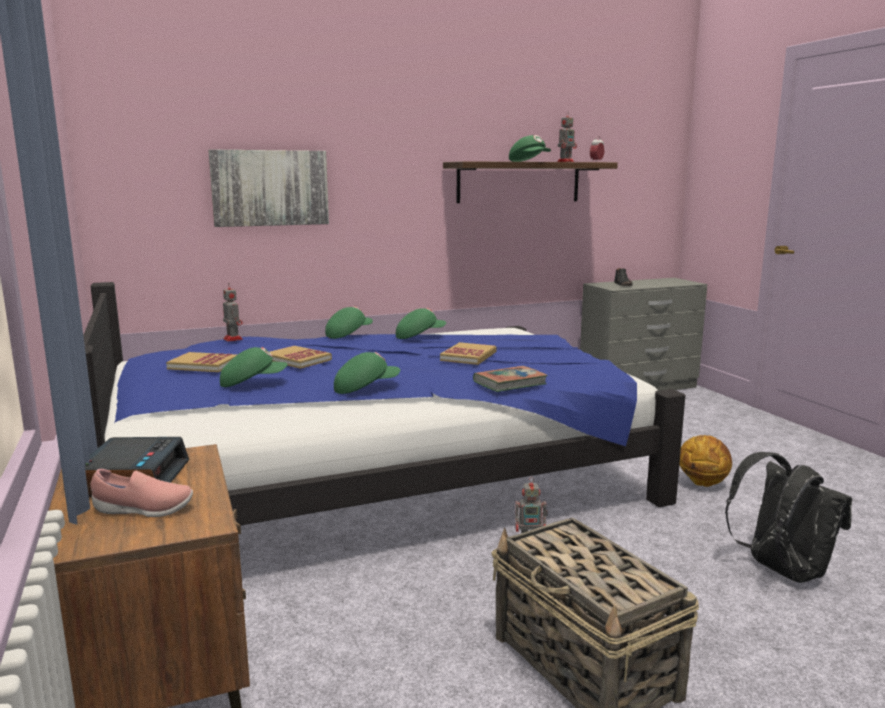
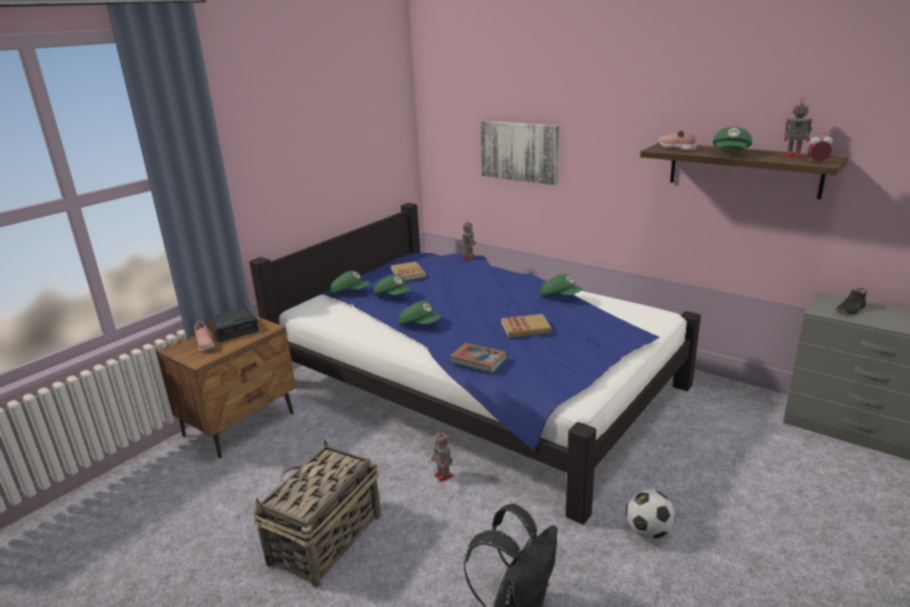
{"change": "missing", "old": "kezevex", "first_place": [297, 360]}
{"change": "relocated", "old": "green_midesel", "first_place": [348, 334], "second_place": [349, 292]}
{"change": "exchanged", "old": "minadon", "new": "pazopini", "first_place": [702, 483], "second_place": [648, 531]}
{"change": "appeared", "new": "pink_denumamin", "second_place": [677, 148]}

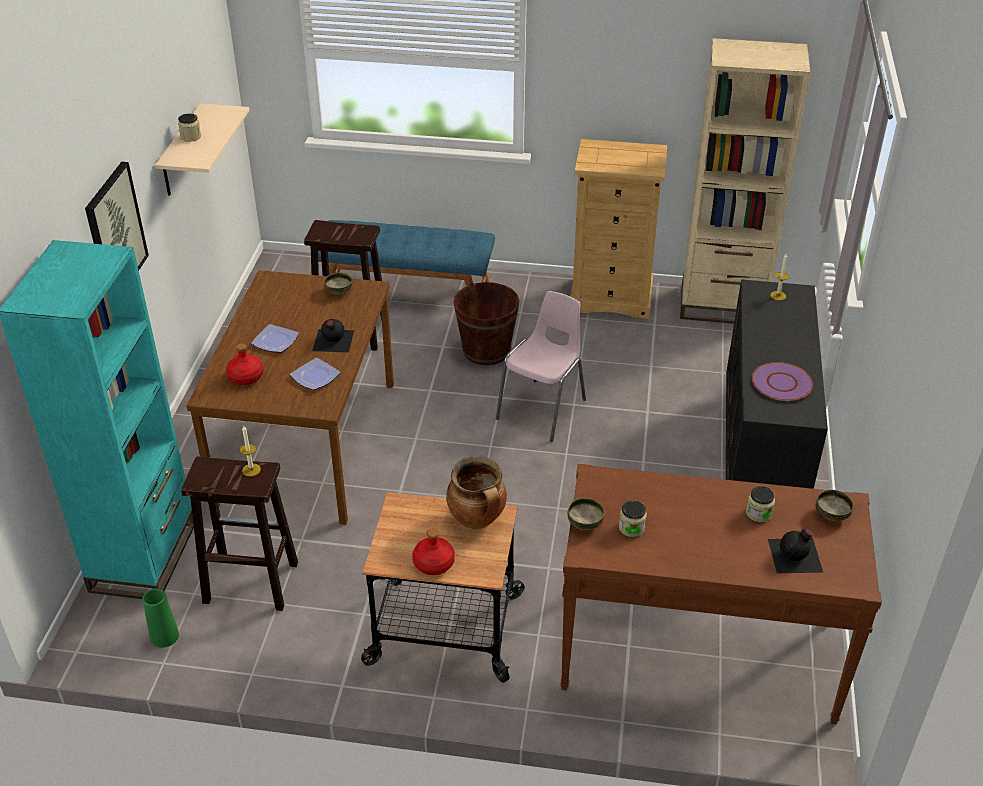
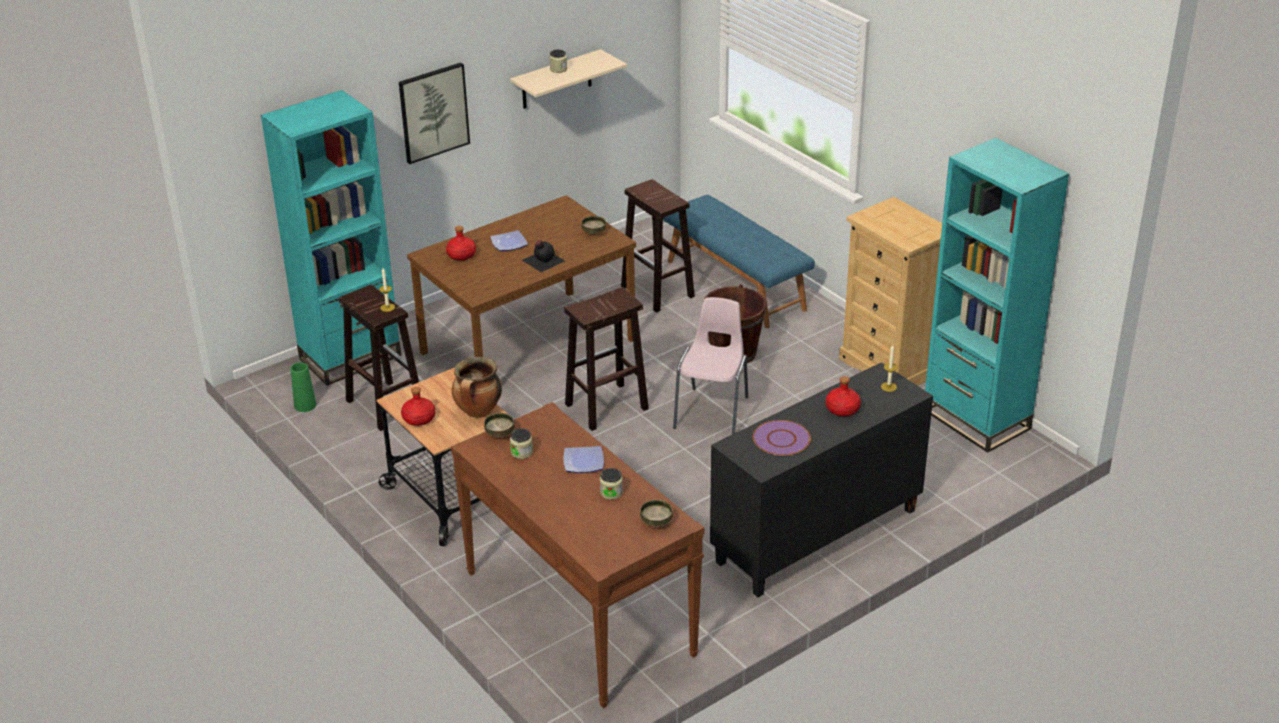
{"change": "relocated", "old": "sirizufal", "first_place": [315, 378], "second_place": [583, 462]}
{"change": "spun", "old": "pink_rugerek", "first_place": [543, 409], "second_place": [713, 412], "degrees": -60}
{"change": "colour", "old": "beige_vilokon", "new": "turquoise_vilokon", "first_place": [722, 306], "second_place": [976, 419]}
{"change": "missing", "old": "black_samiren", "first_place": [796, 556]}
{"change": "appeared", "new": "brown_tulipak", "second_place": [605, 407]}
{"change": "appeared", "new": "red_samiren", "second_place": [842, 409]}

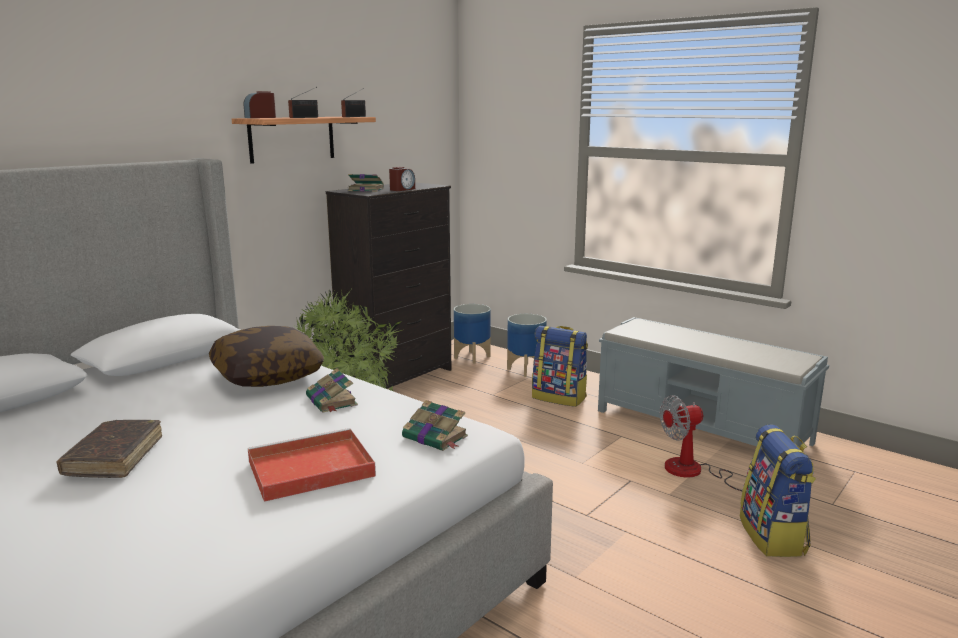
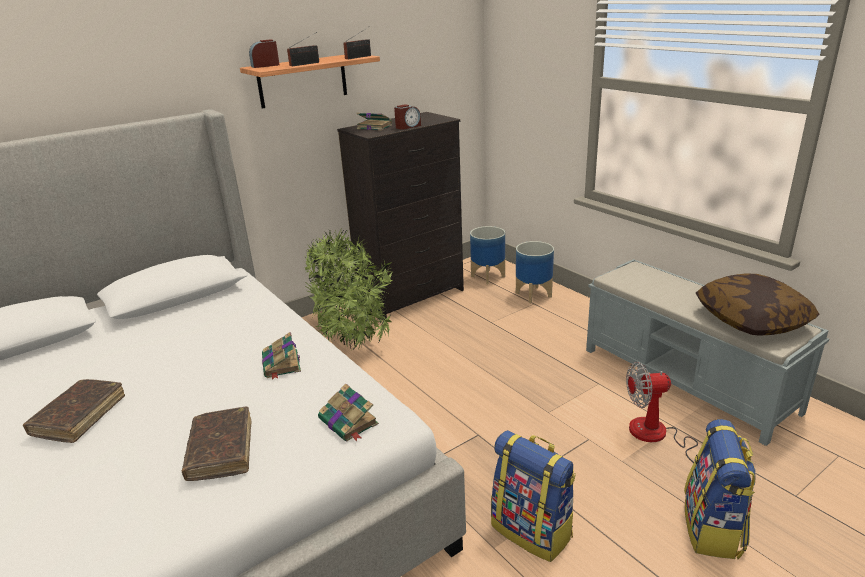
{"change": "relocated", "old": "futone", "first_place": [267, 375], "second_place": [751, 320]}
{"change": "exchanged", "old": "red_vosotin", "new": "brown_kezevex", "first_place": [308, 469], "second_place": [221, 451]}
{"change": "relocated", "old": "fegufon", "first_place": [559, 397], "second_place": [532, 530]}

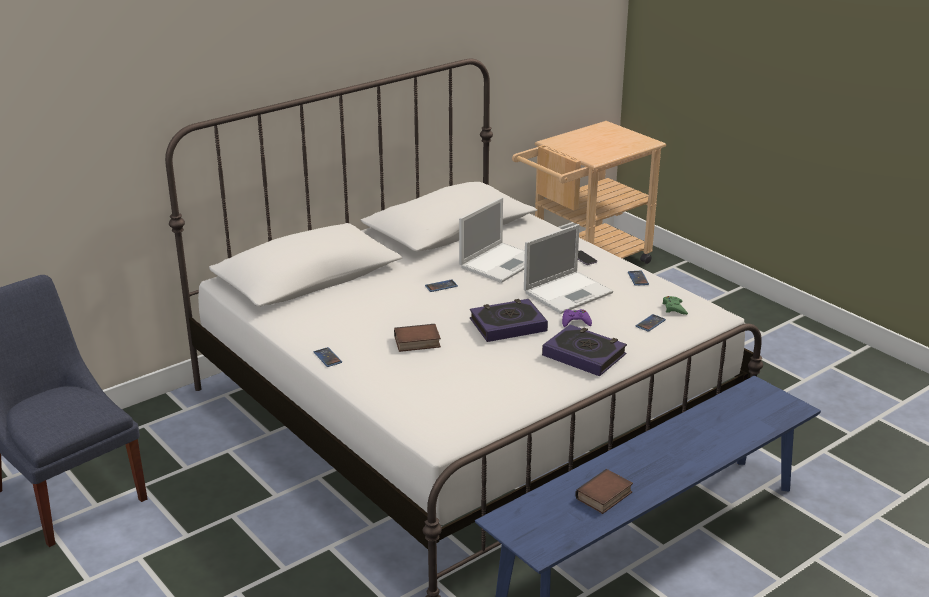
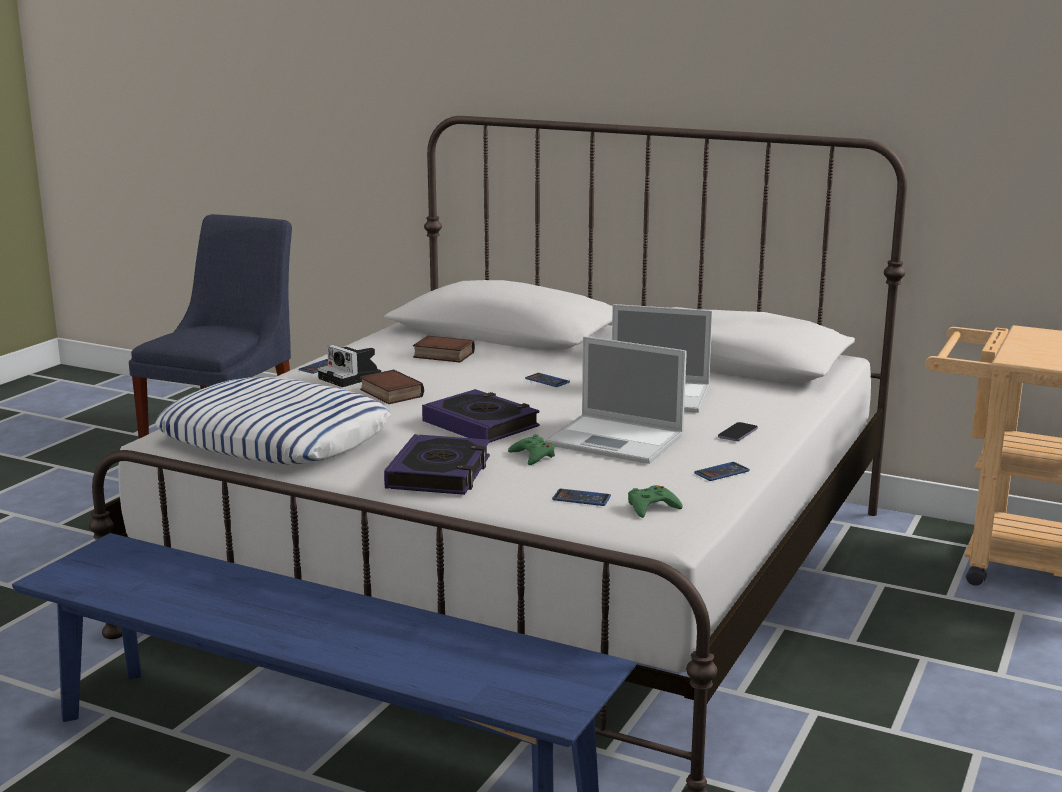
{"change": "colour", "old": "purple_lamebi", "new": "green_lamebi", "first_place": [575, 321], "second_place": [533, 455]}
{"change": "relocated", "old": "kezevex", "first_place": [604, 496], "second_place": [442, 355]}
{"change": "appeared", "new": "futone", "second_place": [276, 437]}
{"change": "appeared", "new": "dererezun", "second_place": [352, 378]}

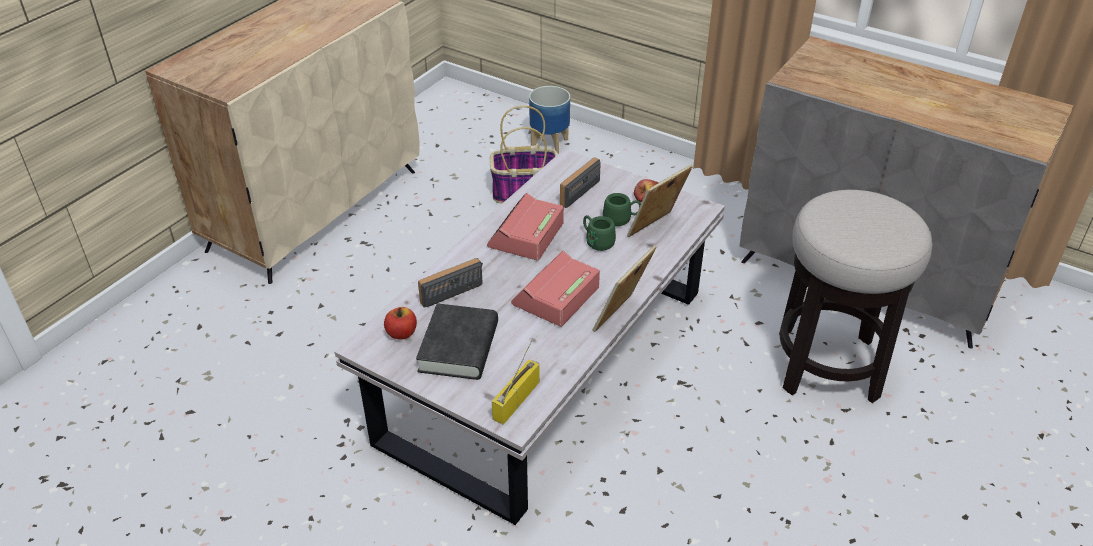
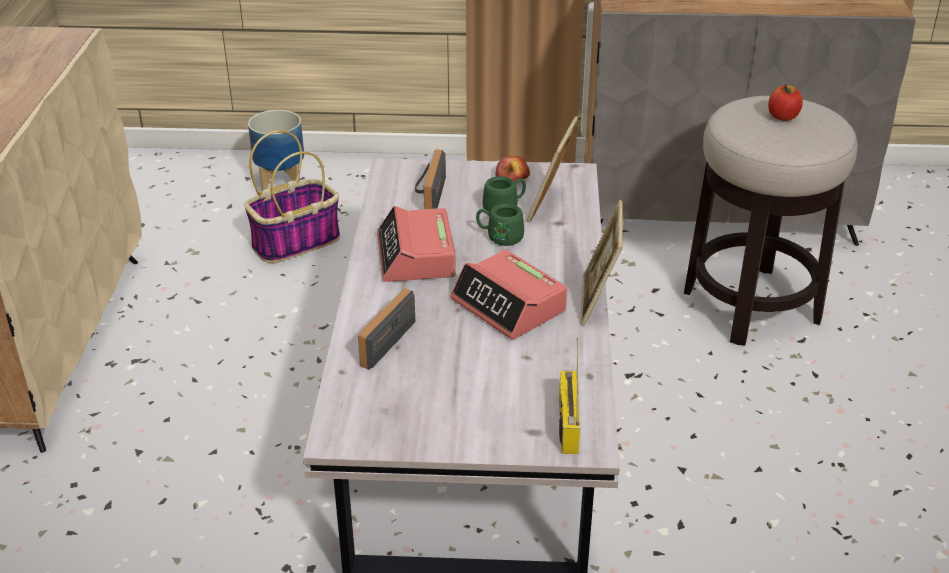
{"change": "relocated", "old": "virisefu", "first_place": [402, 333], "second_place": [783, 117]}
{"change": "missing", "old": "black_kezevex", "first_place": [459, 347]}
{"change": "spun", "old": "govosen", "first_place": [555, 297], "second_place": [509, 306], "degrees": -45}

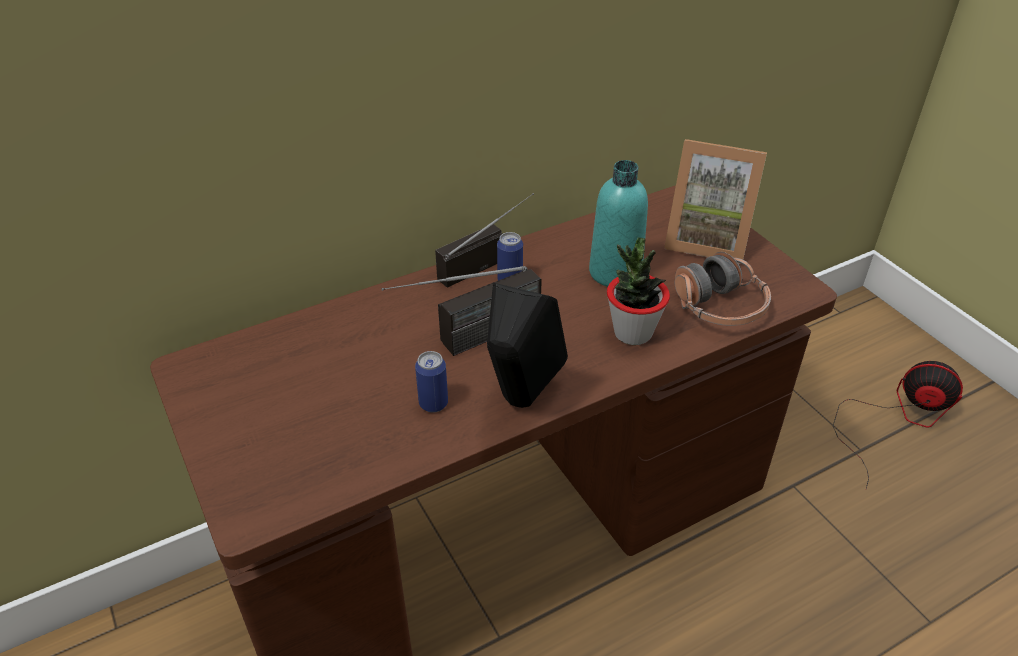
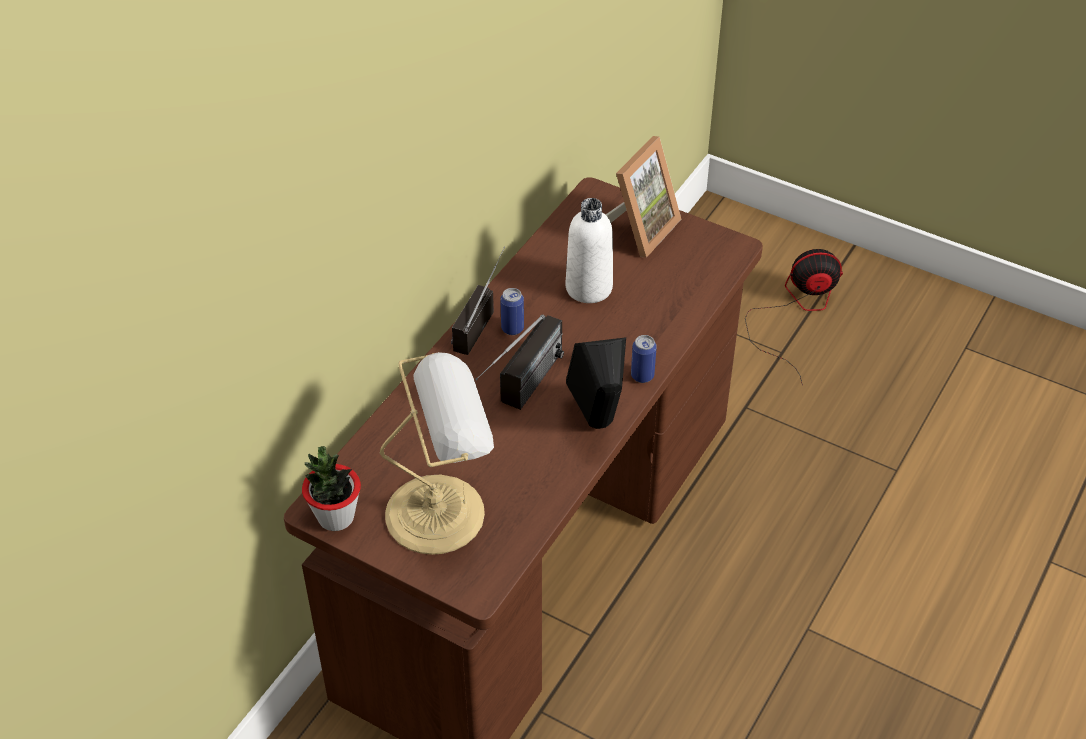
{"change": "relocated", "old": "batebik", "first_place": [433, 403], "second_place": [642, 376]}
{"change": "colour", "old": "turquoise_samiren", "new": "white_samiren", "first_place": [615, 272], "second_place": [589, 288]}
{"change": "relocated", "old": "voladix", "first_place": [632, 333], "second_place": [336, 517]}
{"change": "spun", "old": "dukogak", "first_place": [707, 240], "second_place": [638, 229], "degrees": -45}
{"change": "missing", "old": "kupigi", "first_place": [719, 307]}
{"change": "appeared", "new": "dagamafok", "second_place": [440, 512]}

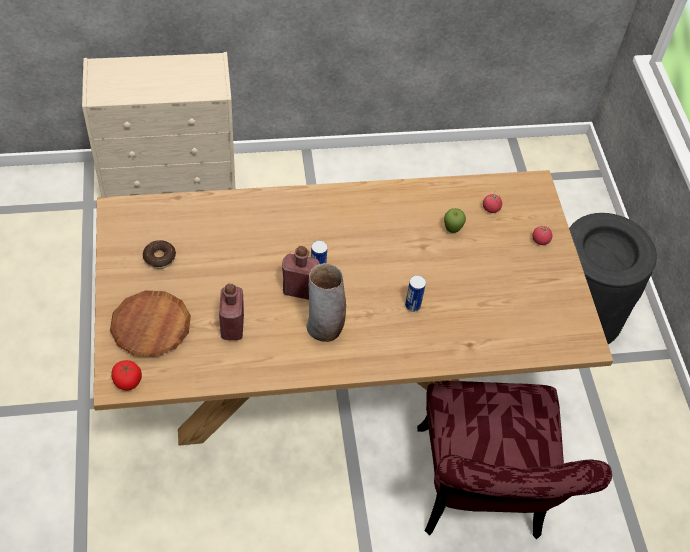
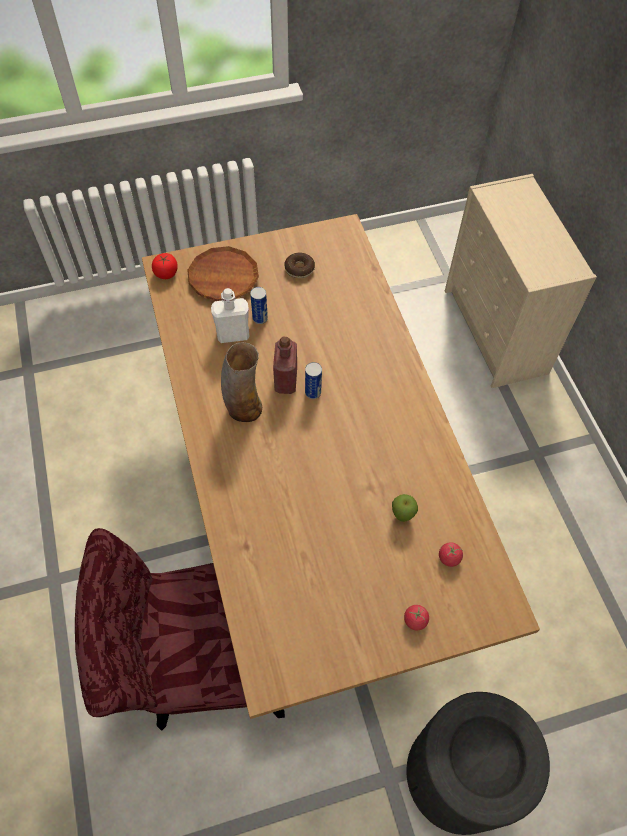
{"change": "colour", "old": "red_samiren", "new": "white_samiren", "first_place": [232, 327], "second_place": [233, 335]}
{"change": "relocated", "old": "batebik", "first_place": [412, 305], "second_place": [260, 318]}

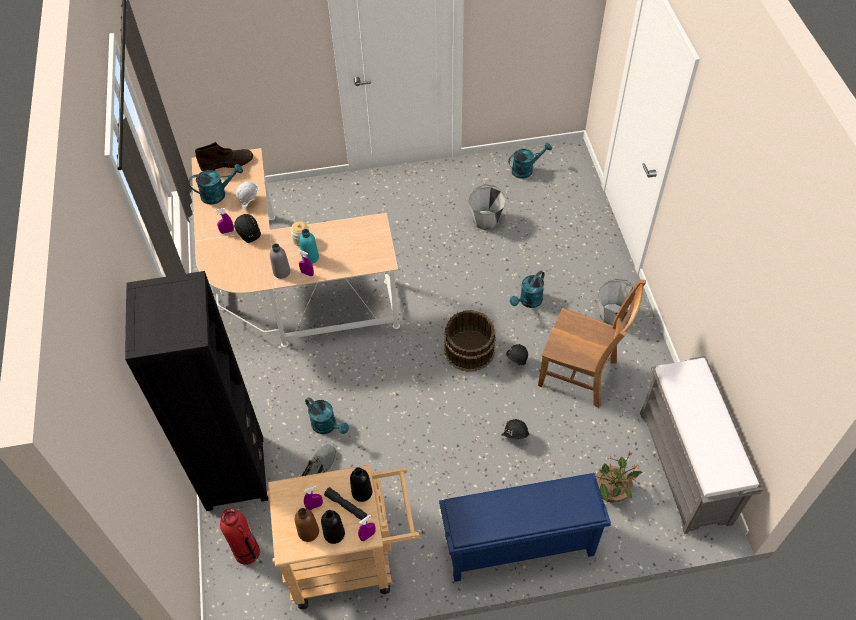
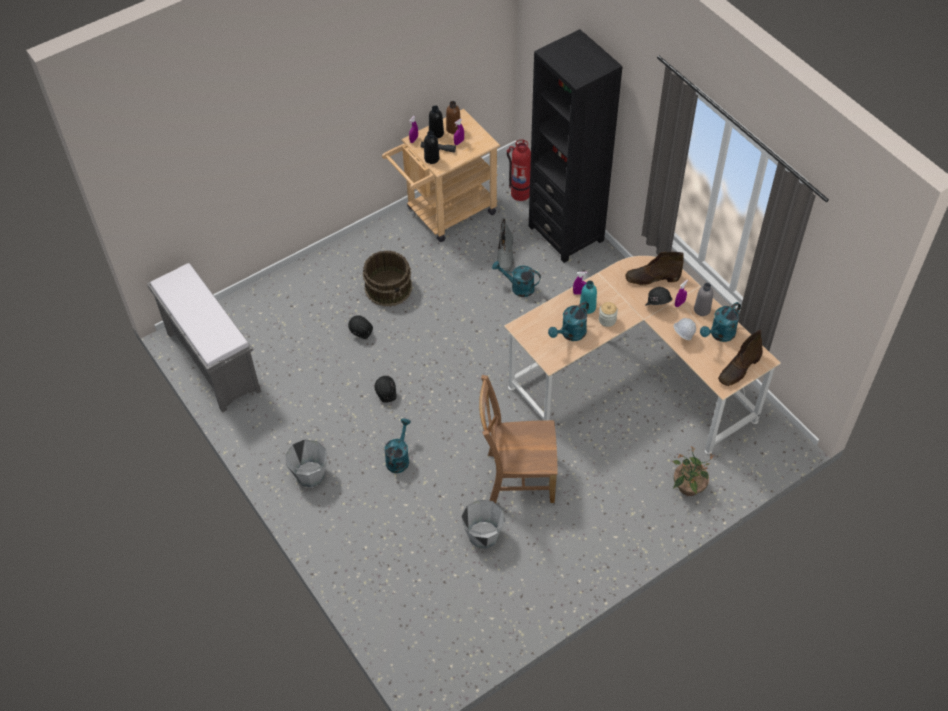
{"change": "relocated", "old": "grey_samiren", "first_place": [281, 272], "second_place": [702, 310]}
{"change": "missing", "old": "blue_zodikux", "first_place": [517, 546]}
{"change": "relocated", "old": "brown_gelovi", "first_place": [468, 349], "second_place": [389, 287]}
{"change": "relocated", "old": "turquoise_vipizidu", "first_place": [526, 169], "second_place": [570, 334]}
{"change": "relocated", "old": "brown_rugerek", "first_place": [581, 375], "second_place": [517, 477]}
{"change": "relocated", "old": "voladix", "first_place": [611, 492], "second_place": [688, 487]}
{"change": "appeared", "new": "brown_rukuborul", "second_place": [652, 278]}

